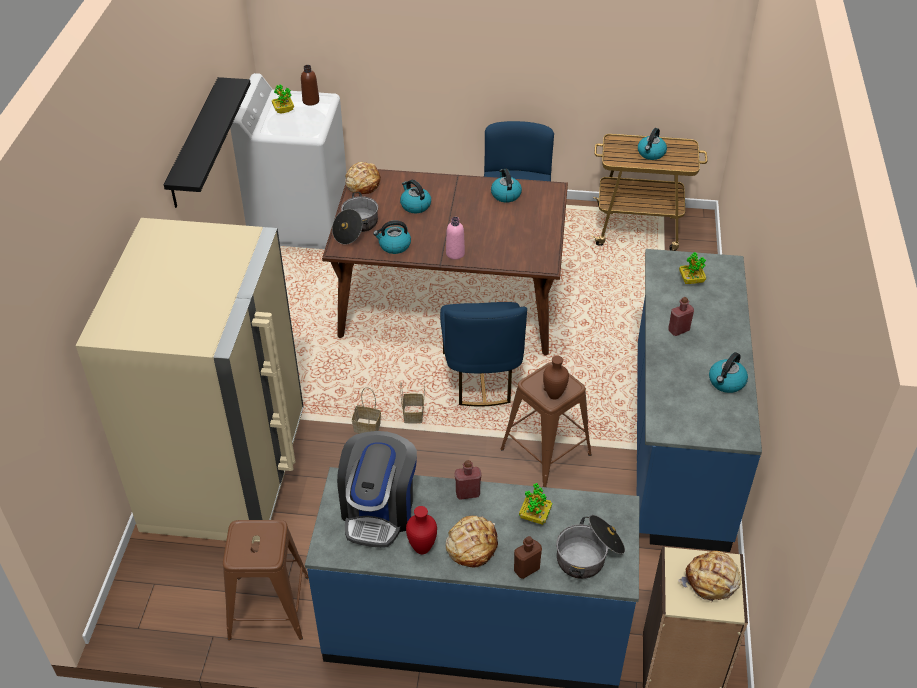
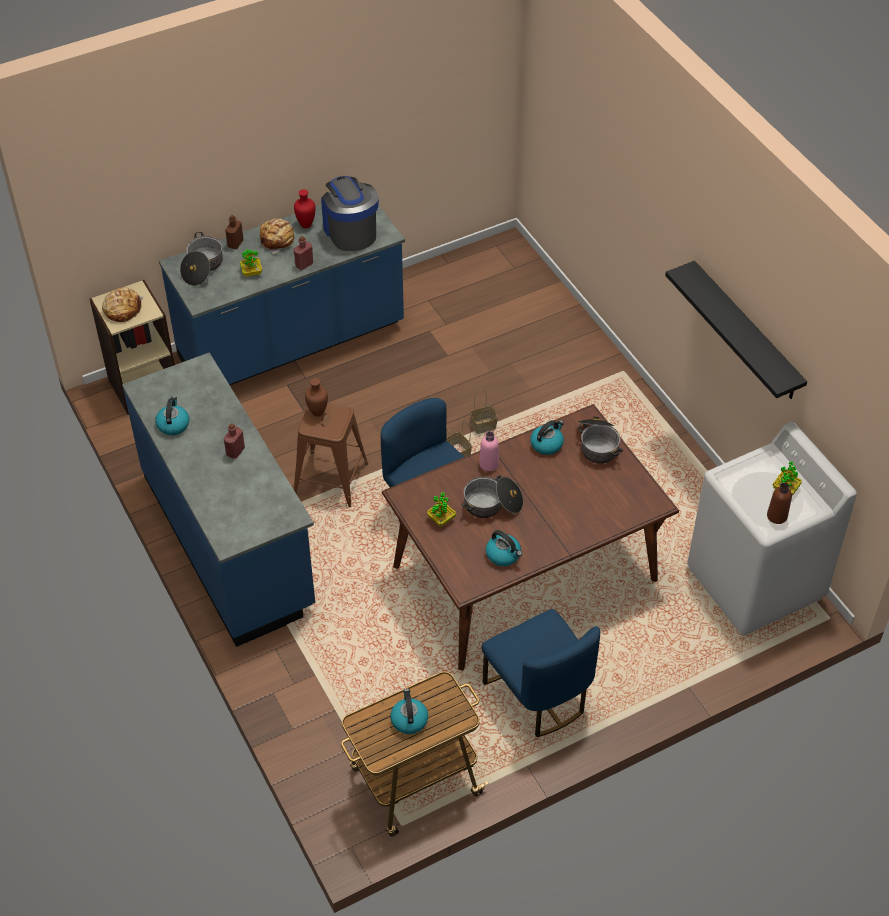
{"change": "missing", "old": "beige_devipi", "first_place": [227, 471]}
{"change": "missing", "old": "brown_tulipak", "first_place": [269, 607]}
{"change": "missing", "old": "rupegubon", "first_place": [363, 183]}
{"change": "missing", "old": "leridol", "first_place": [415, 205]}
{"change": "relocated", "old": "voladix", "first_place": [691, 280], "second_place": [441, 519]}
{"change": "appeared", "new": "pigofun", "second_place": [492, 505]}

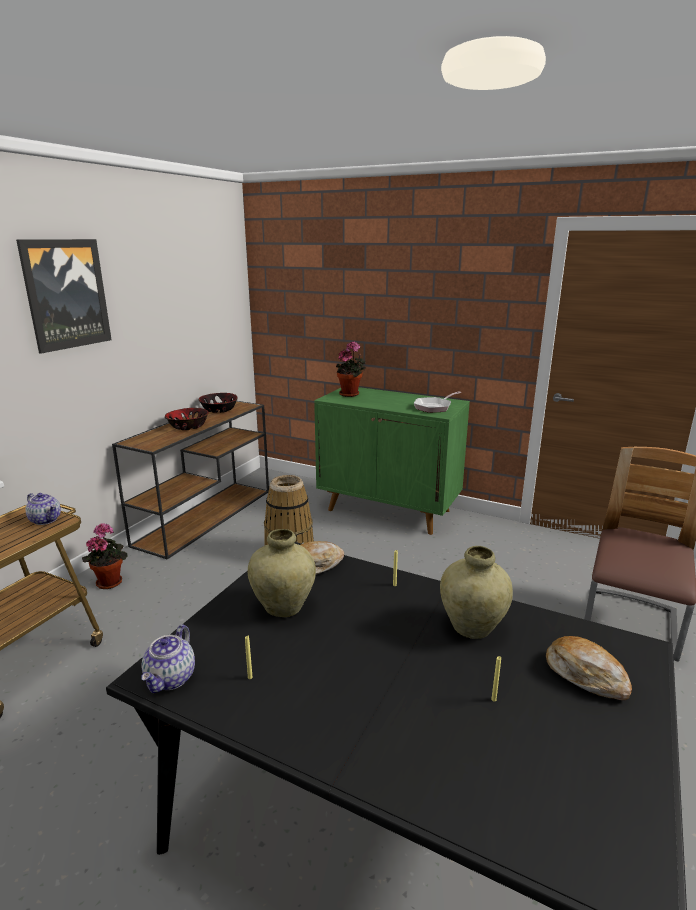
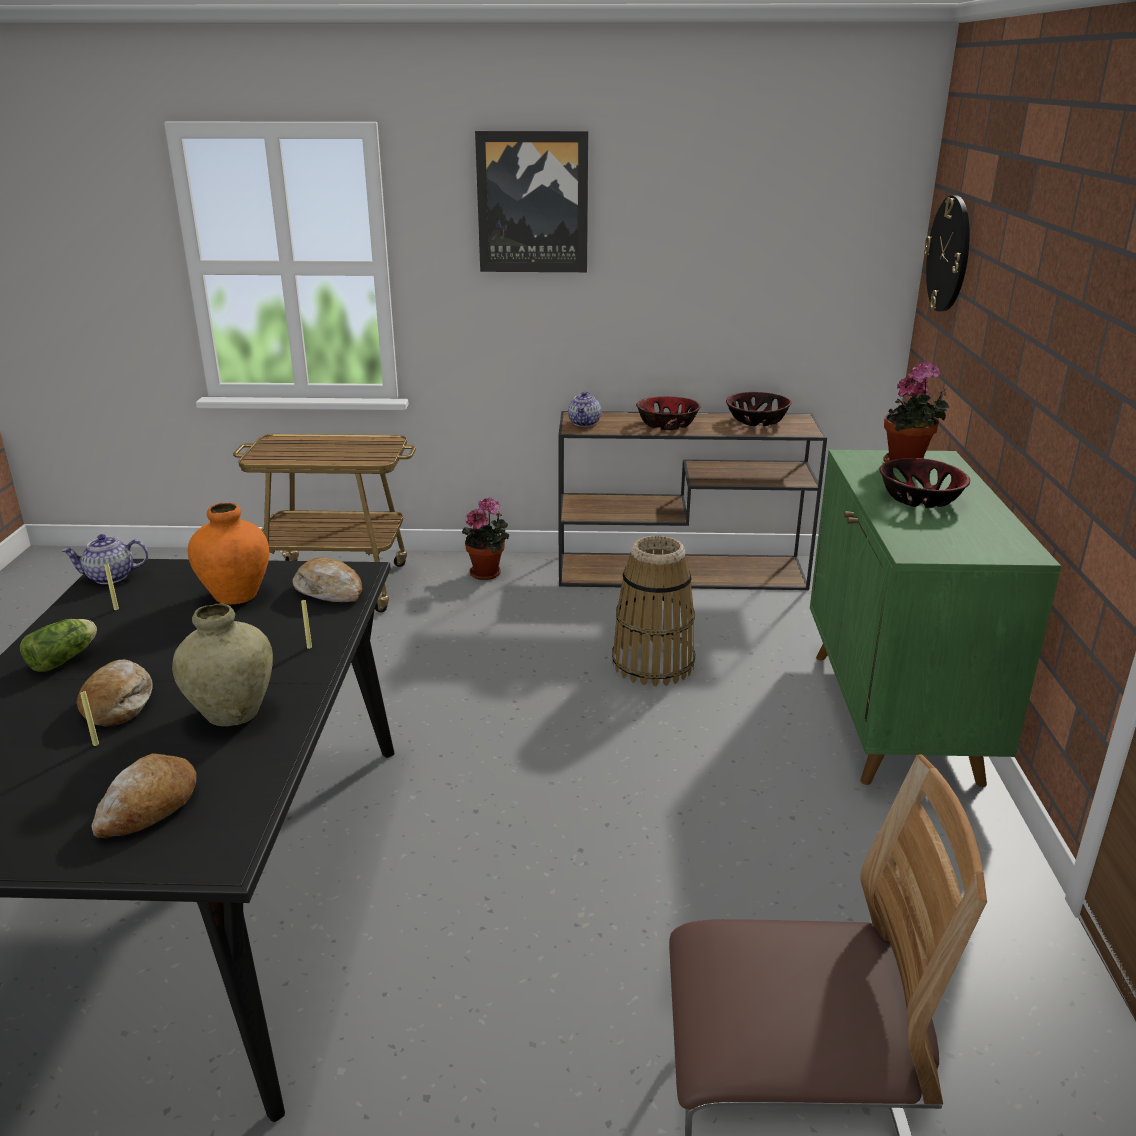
{"change": "relocated", "old": "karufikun", "first_place": [46, 520], "second_place": [584, 423]}
{"change": "colour", "old": "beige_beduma", "new": "orange_beduma", "first_place": [283, 607], "second_place": [236, 595]}
{"change": "missing", "old": "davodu", "first_place": [434, 407]}
{"change": "appeared", "new": "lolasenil", "second_place": [65, 658]}
{"change": "appeared", "new": "rupegubon", "second_place": [118, 703]}
{"change": "appeared", "new": "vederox", "second_place": [920, 499]}
{"change": "appeared", "new": "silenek", "second_place": [949, 254]}

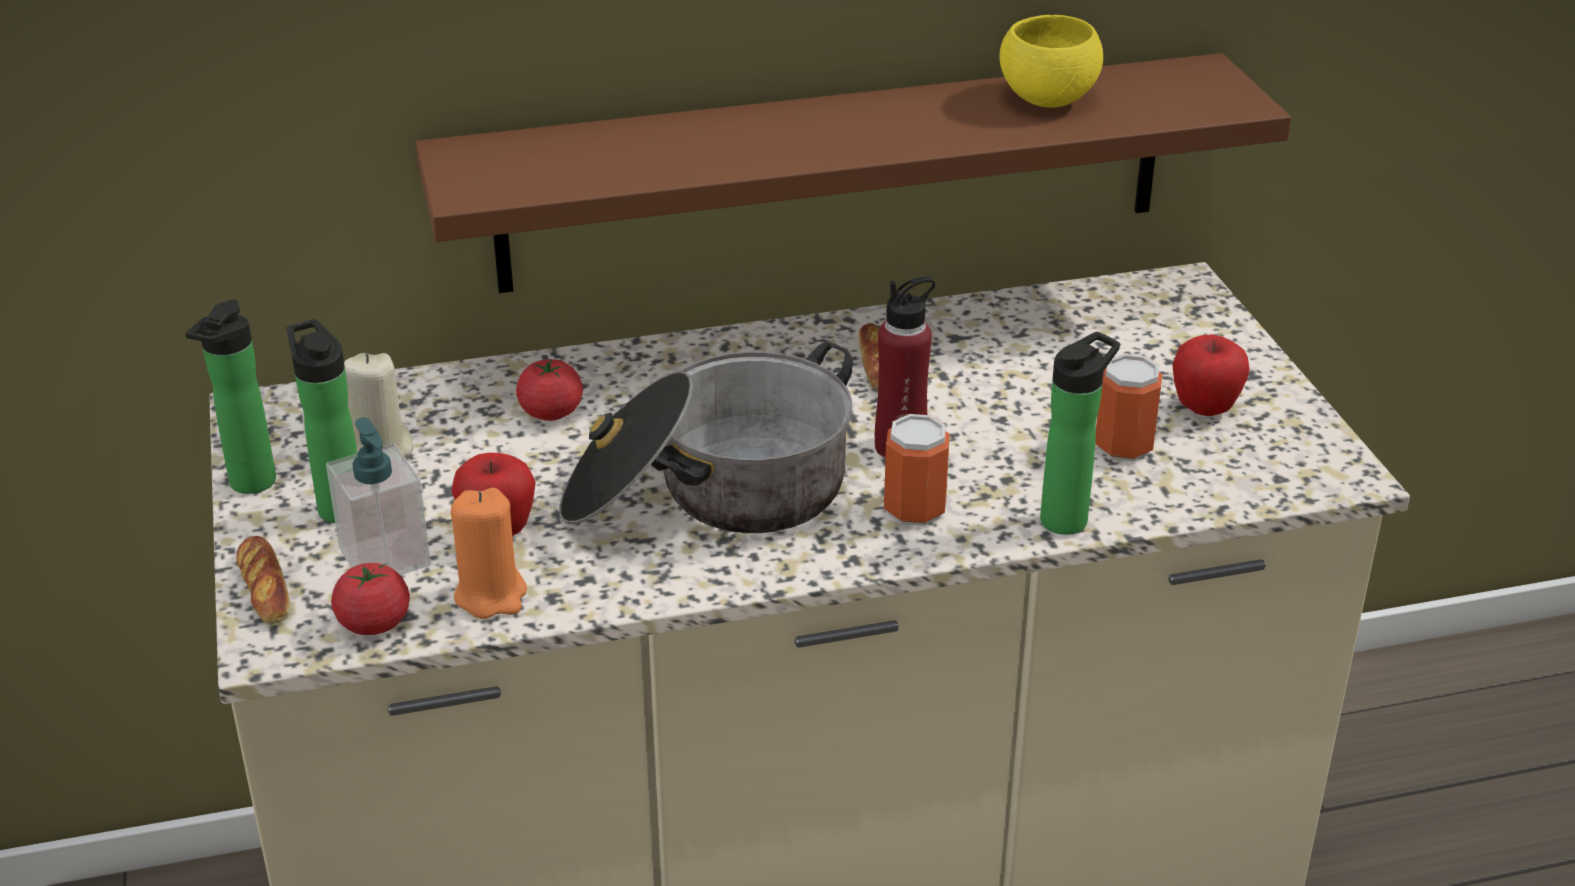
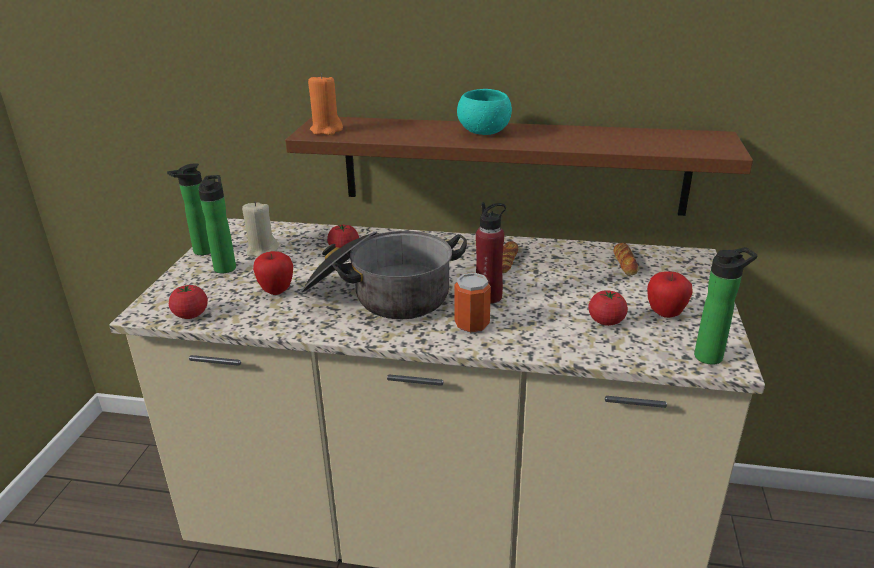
{"change": "relocated", "old": "rupegubon", "first_place": [265, 588], "second_place": [625, 263]}
{"change": "missing", "old": "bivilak", "first_place": [385, 558]}
{"change": "relocated", "old": "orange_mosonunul", "first_place": [491, 595], "second_place": [326, 130]}
{"change": "missing", "old": "yellow_vederox", "first_place": [1048, 99]}
{"change": "relocated", "old": "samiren", "first_place": [1069, 518], "second_place": [712, 356]}
{"change": "exchanged", "old": "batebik", "new": "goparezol", "first_place": [1123, 446], "second_place": [606, 321]}
{"change": "appeared", "new": "turquoise_vederox", "second_place": [483, 132]}

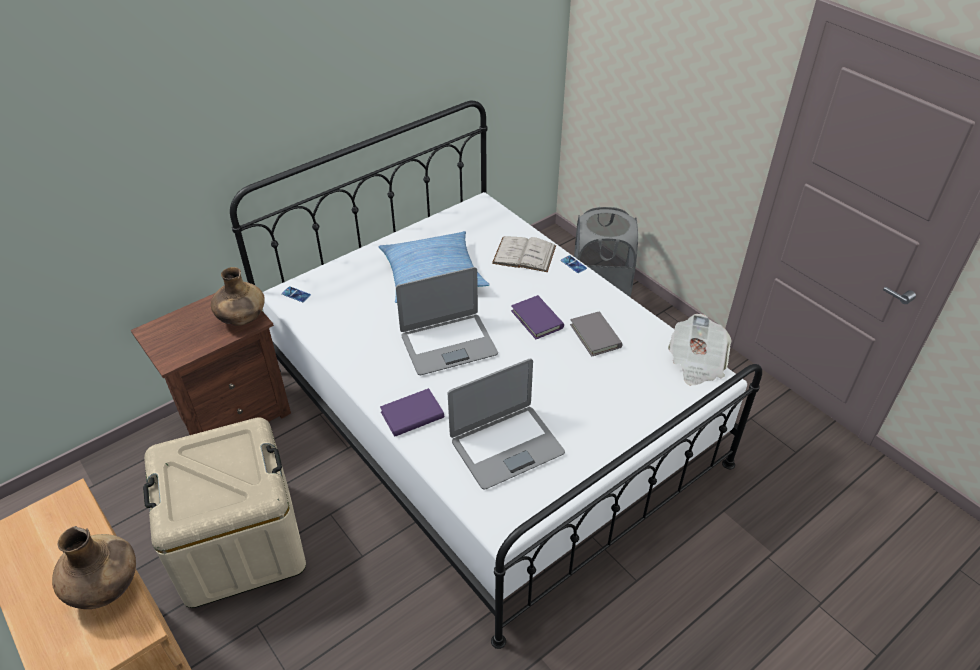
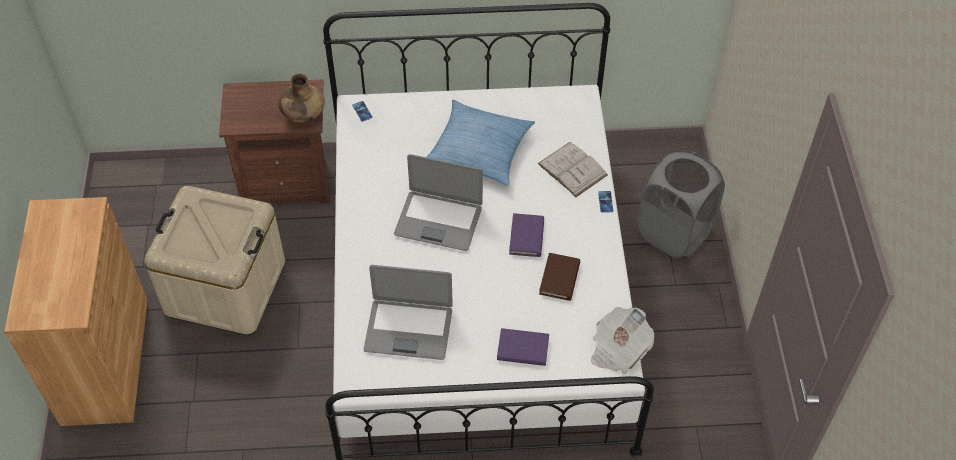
{"change": "missing", "old": "brown_beduma", "first_place": [106, 587]}
{"change": "relocated", "old": "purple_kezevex", "first_place": [412, 415], "second_place": [523, 349]}
{"change": "colour", "old": "grey_kezevex", "new": "brown_kezevex", "first_place": [595, 336], "second_place": [559, 278]}

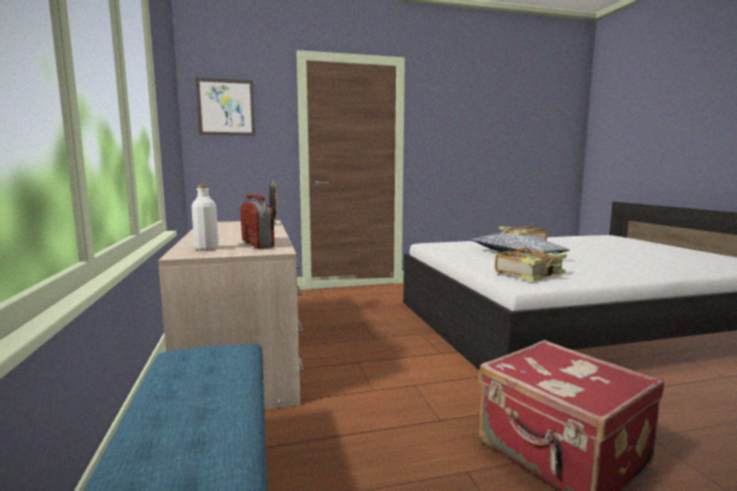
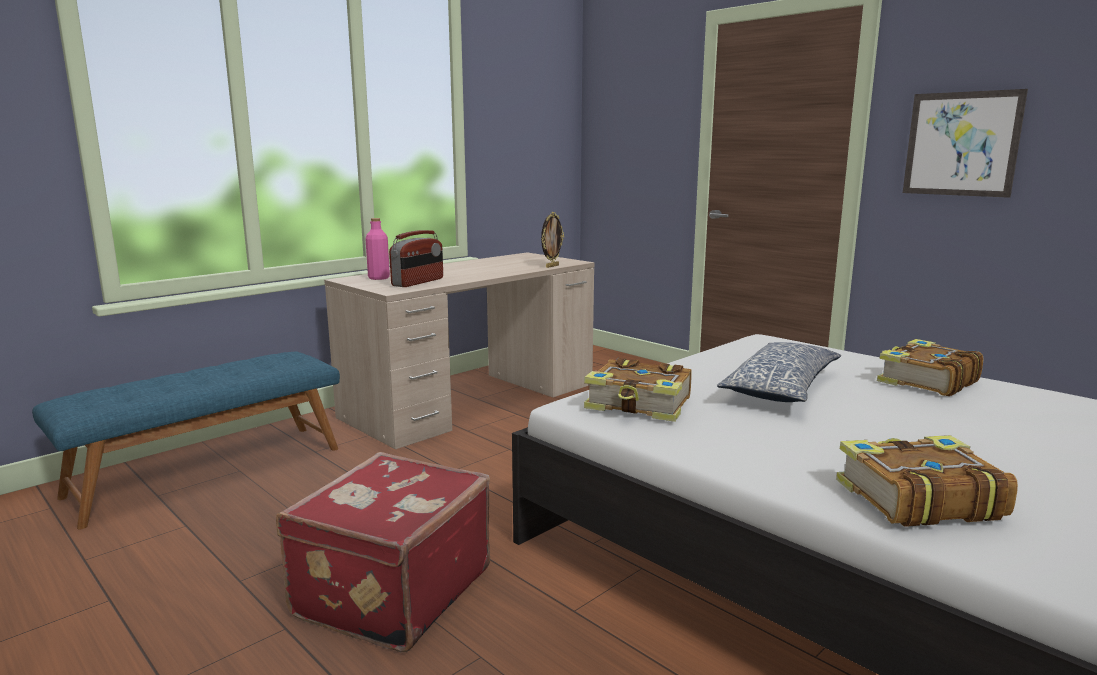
{"change": "colour", "old": "white_samiren", "new": "pink_samiren", "first_place": [206, 249], "second_place": [379, 278]}
{"change": "relocated", "old": "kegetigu", "first_place": [226, 107], "second_place": [961, 144]}
{"change": "appeared", "new": "kezevex", "second_place": [916, 499]}

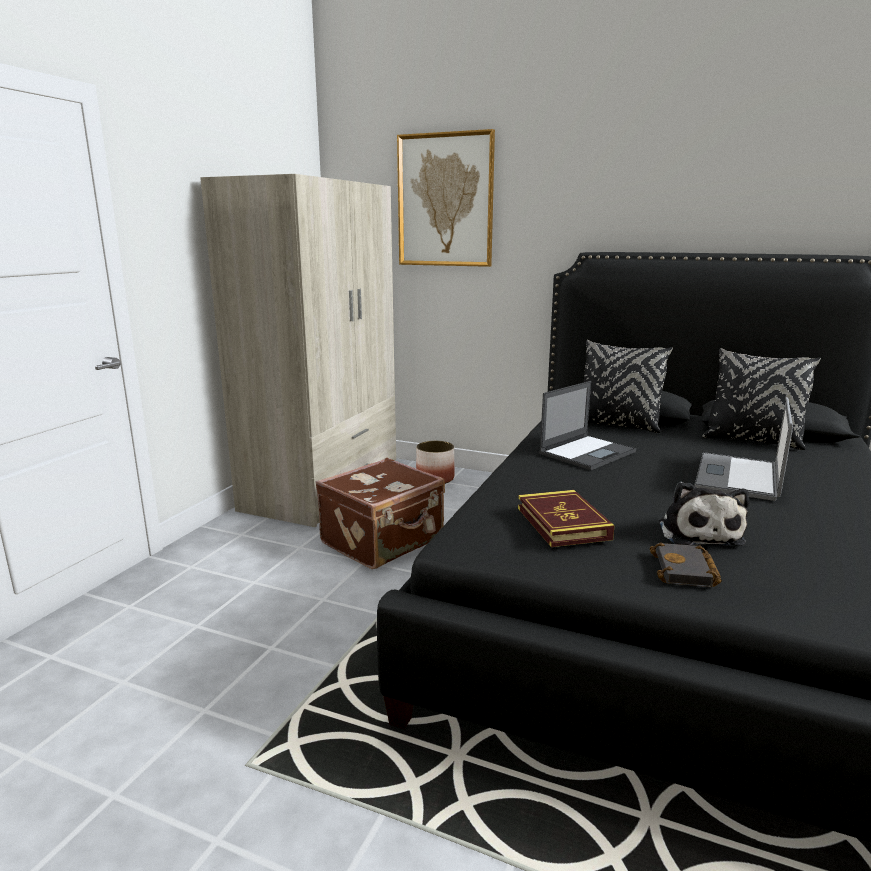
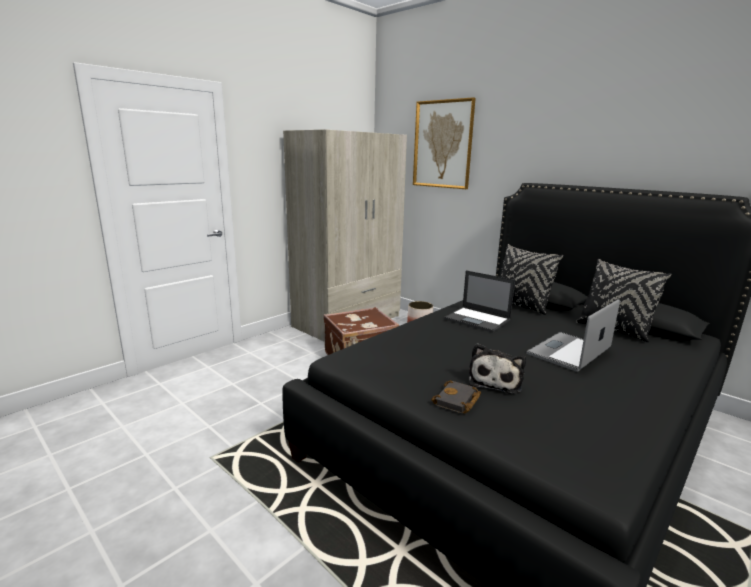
{"change": "missing", "old": "kezevex", "first_place": [562, 523]}
{"change": "spun", "old": "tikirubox", "first_place": [587, 452], "second_place": [478, 320], "degrees": 60}

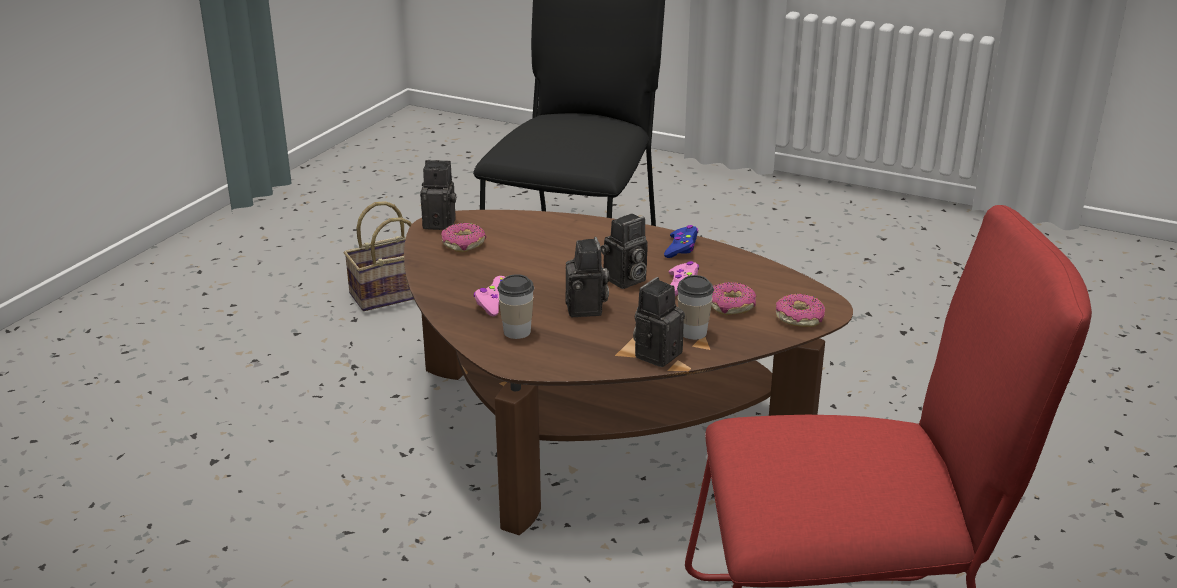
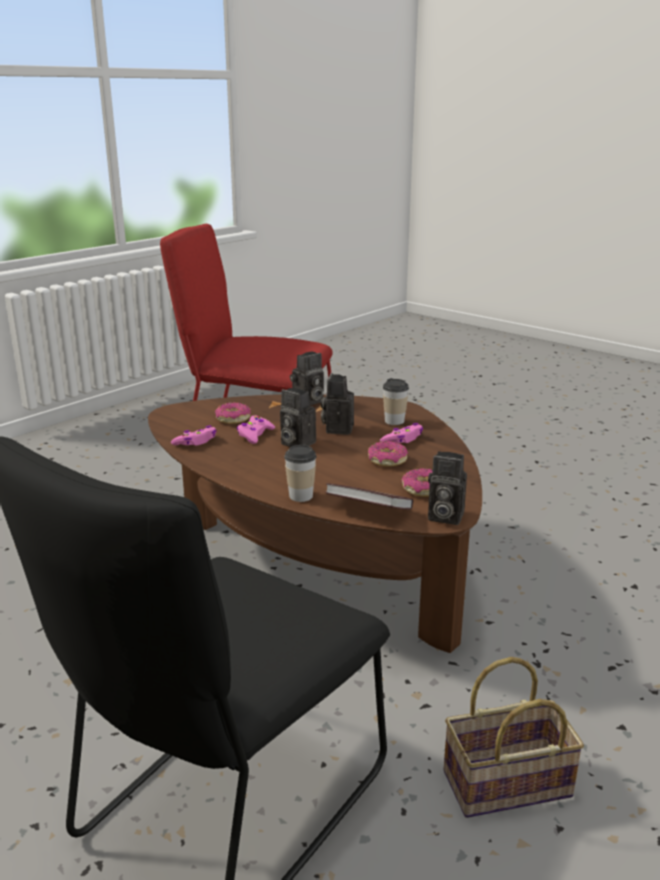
{"change": "spun", "old": "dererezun", "first_place": [625, 280], "second_place": [295, 443], "degrees": -120}
{"change": "missing", "old": "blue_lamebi", "first_place": [681, 248]}
{"change": "relocated", "old": "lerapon", "first_place": [693, 332], "second_place": [301, 496]}
{"change": "relocated", "old": "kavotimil", "first_place": [799, 318], "second_place": [387, 461]}
{"change": "appeared", "new": "pink_lamebi", "second_place": [196, 442]}
{"change": "appeared", "new": "kezevex", "second_place": [368, 512]}

